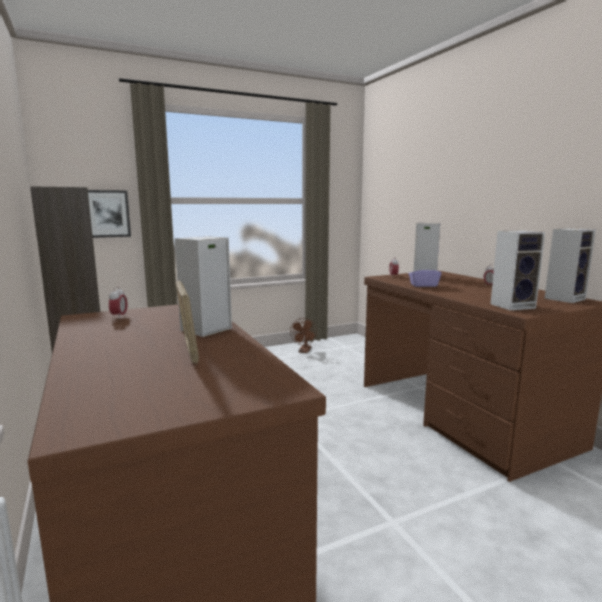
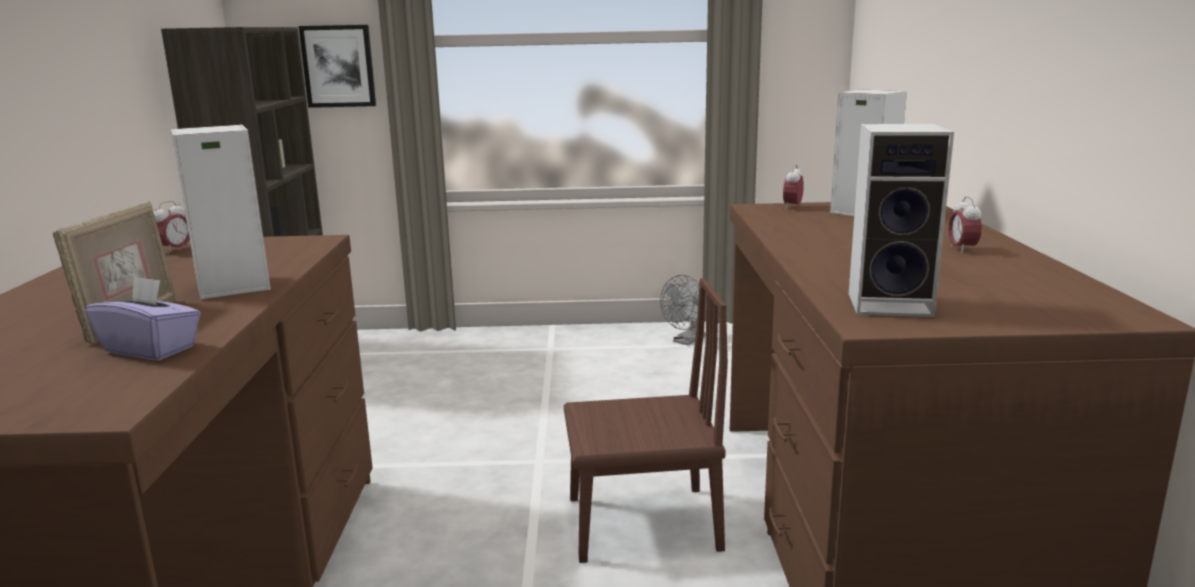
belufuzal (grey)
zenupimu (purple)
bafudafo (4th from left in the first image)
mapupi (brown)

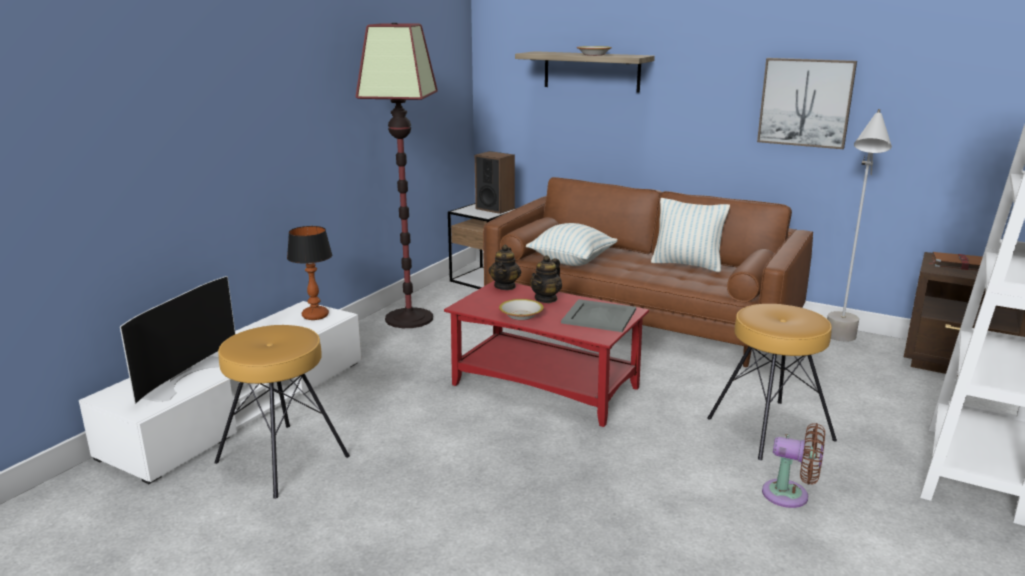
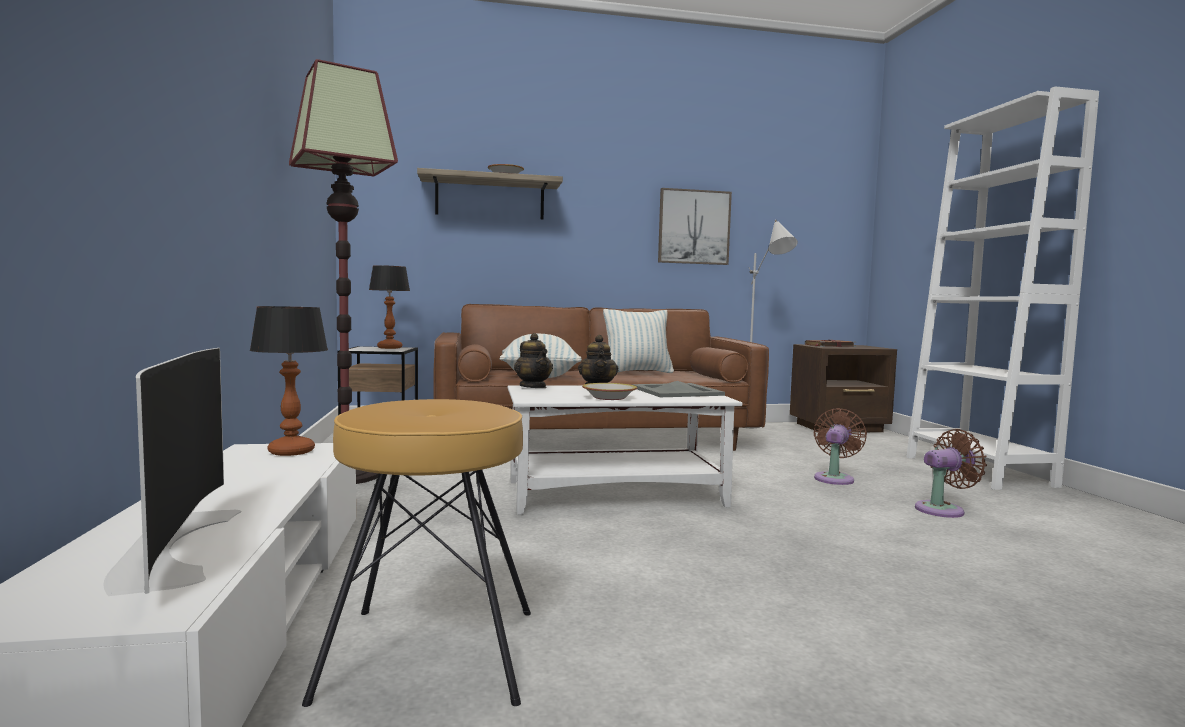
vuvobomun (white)
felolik (2nd from left)
belufuzal (brown) (1st from left)

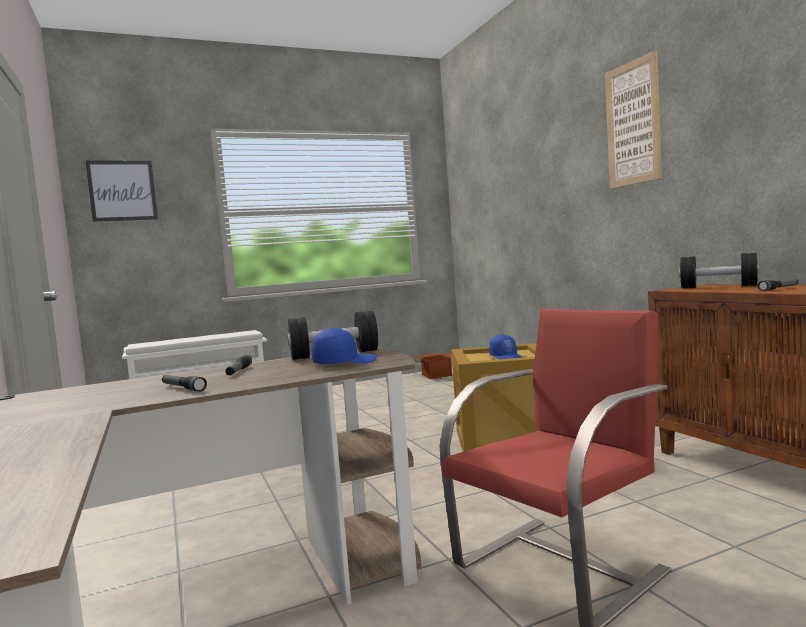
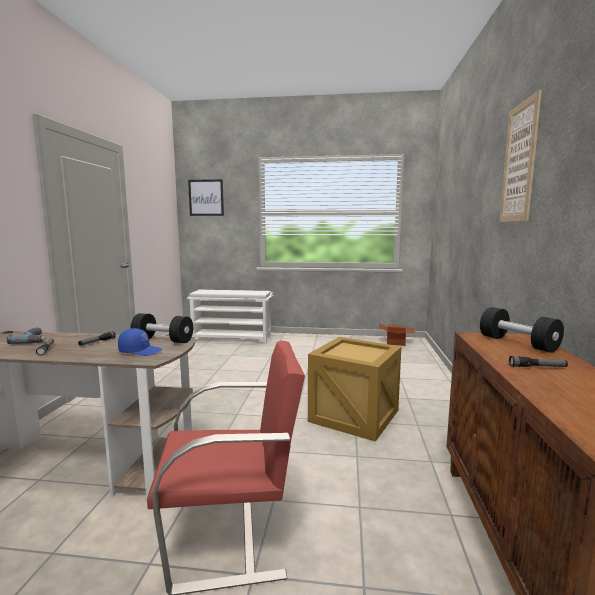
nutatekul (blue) (2nd from left in the first image)
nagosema

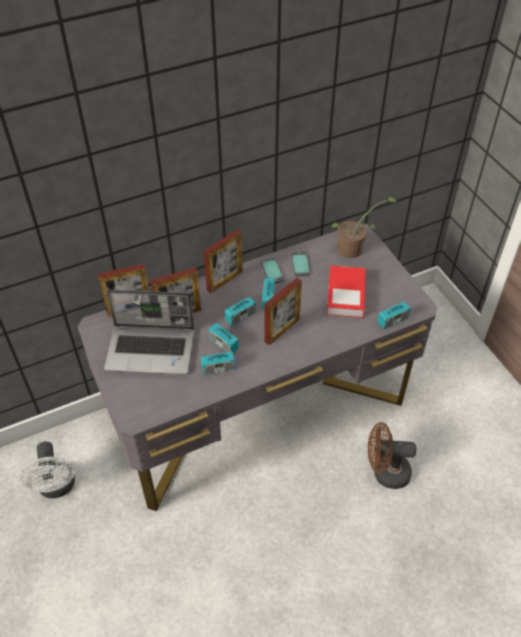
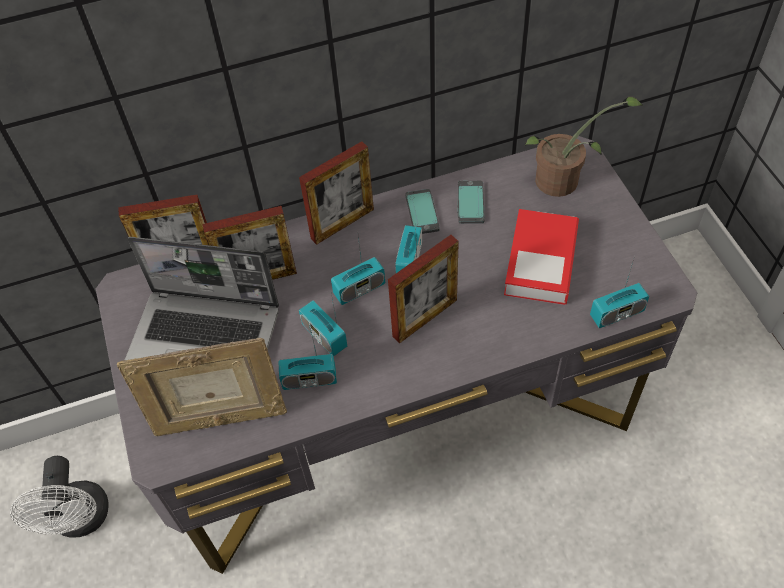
belufuzal (brown)
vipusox (2nd from left)

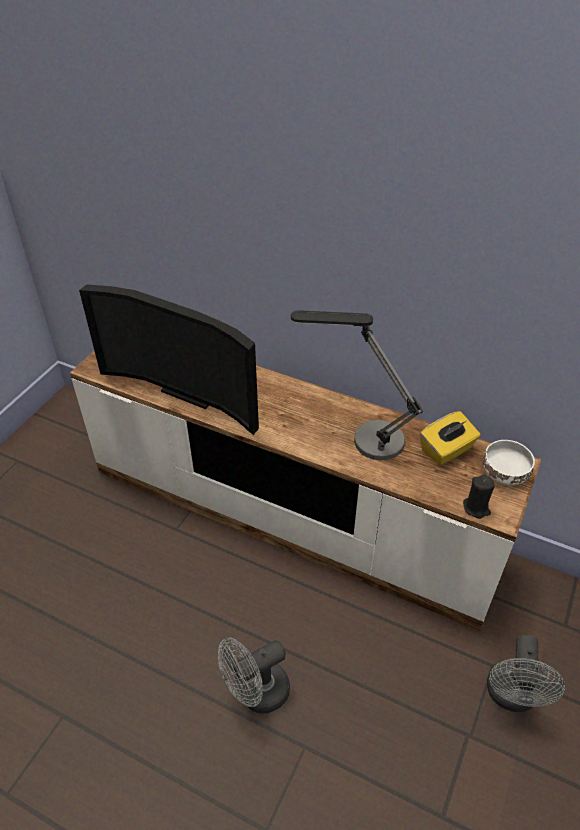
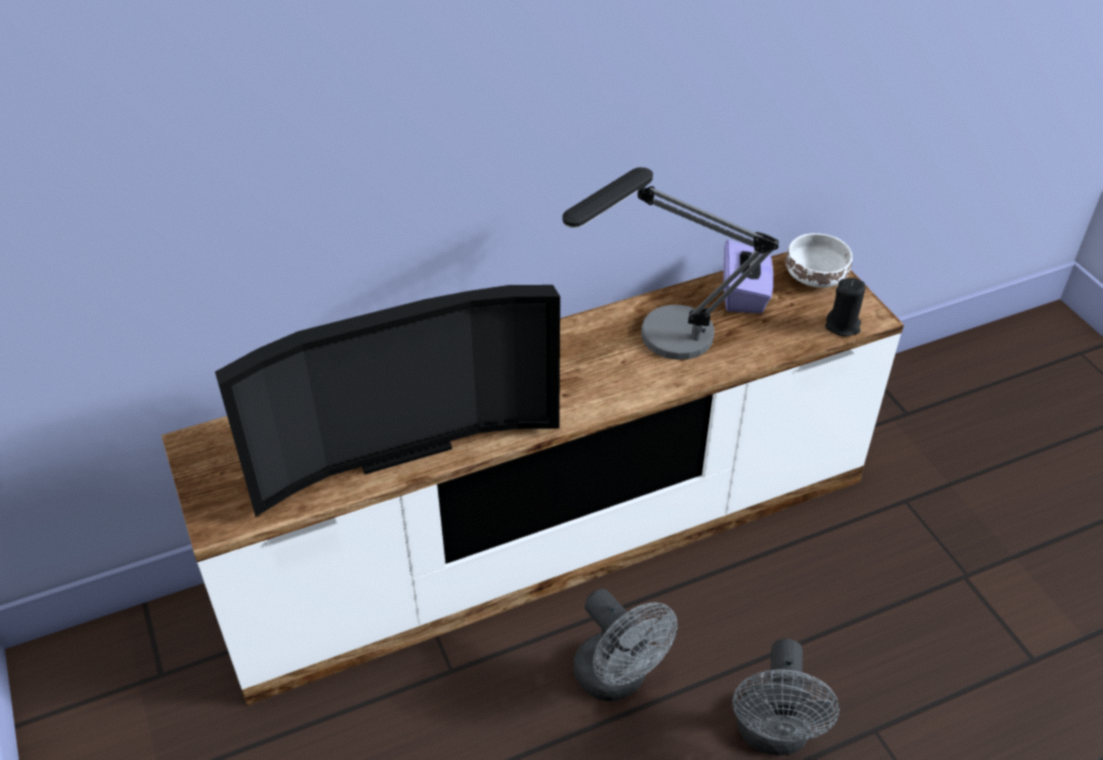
zenupimu (purple)
belufuzal (grey) (1st from left)

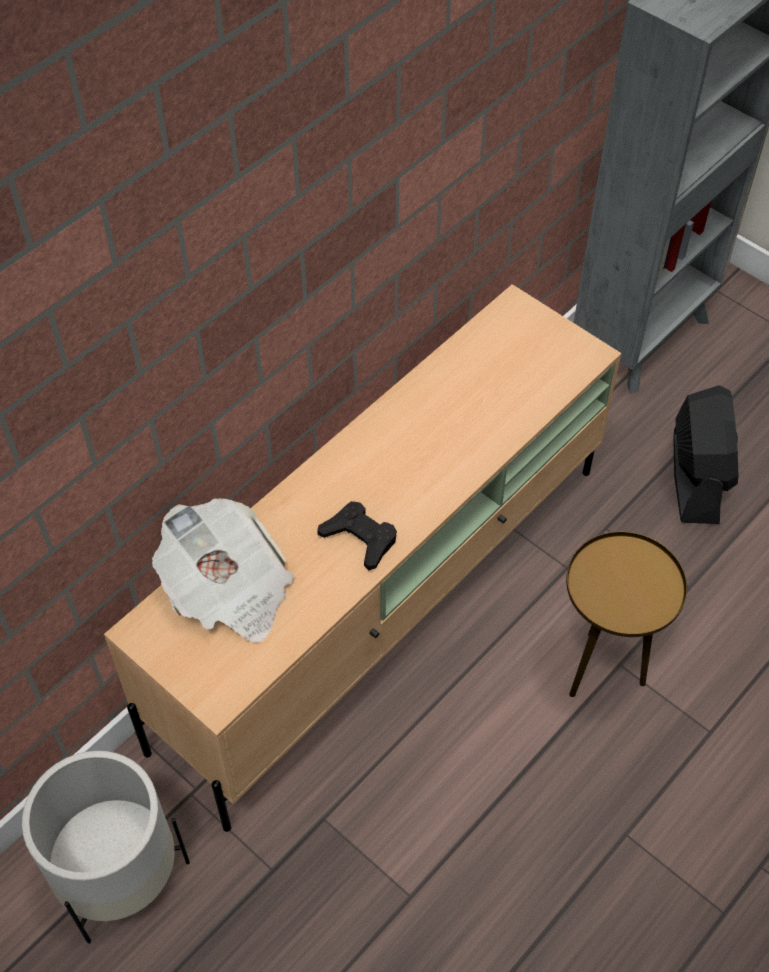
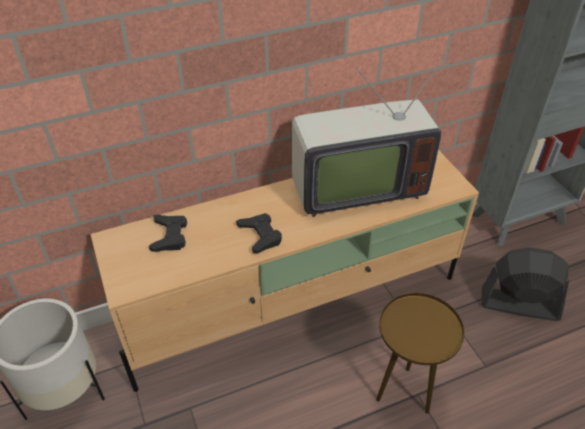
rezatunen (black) (1st from left)
belufuzal (black)
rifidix

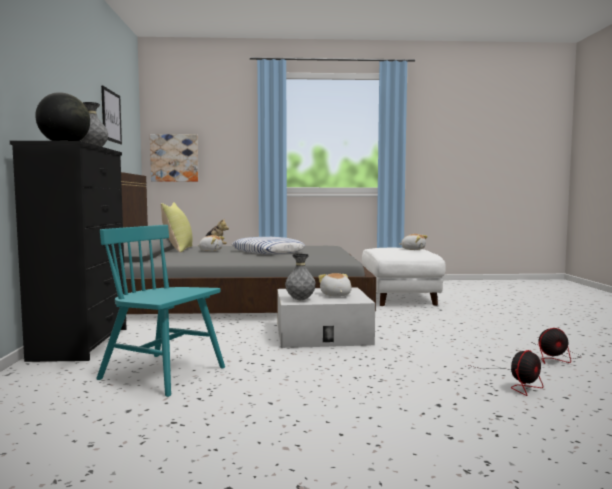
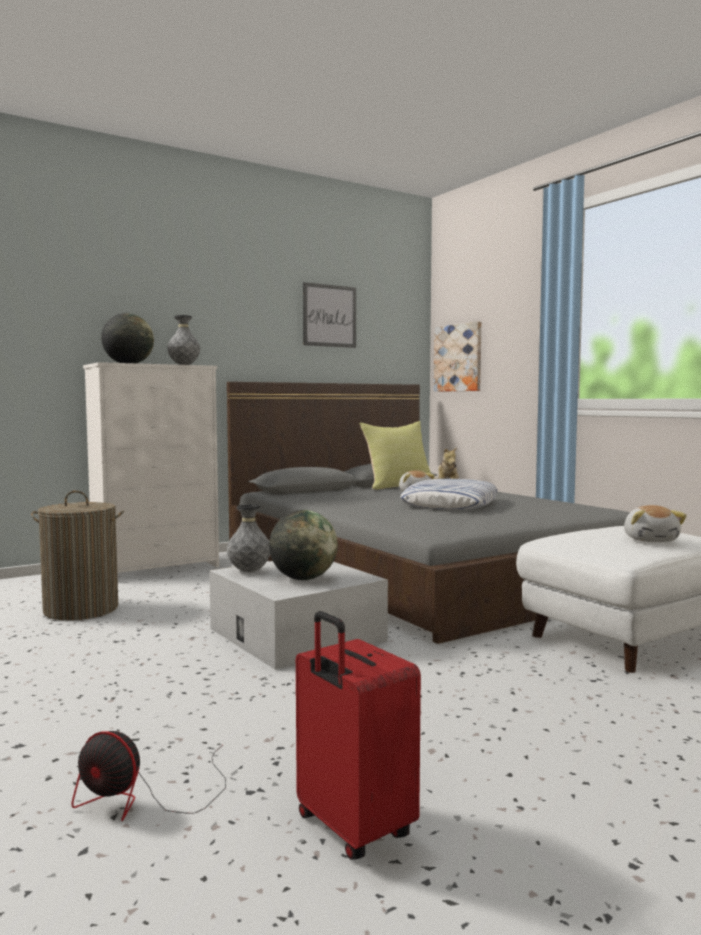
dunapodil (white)
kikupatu
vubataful (2nd from left)
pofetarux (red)

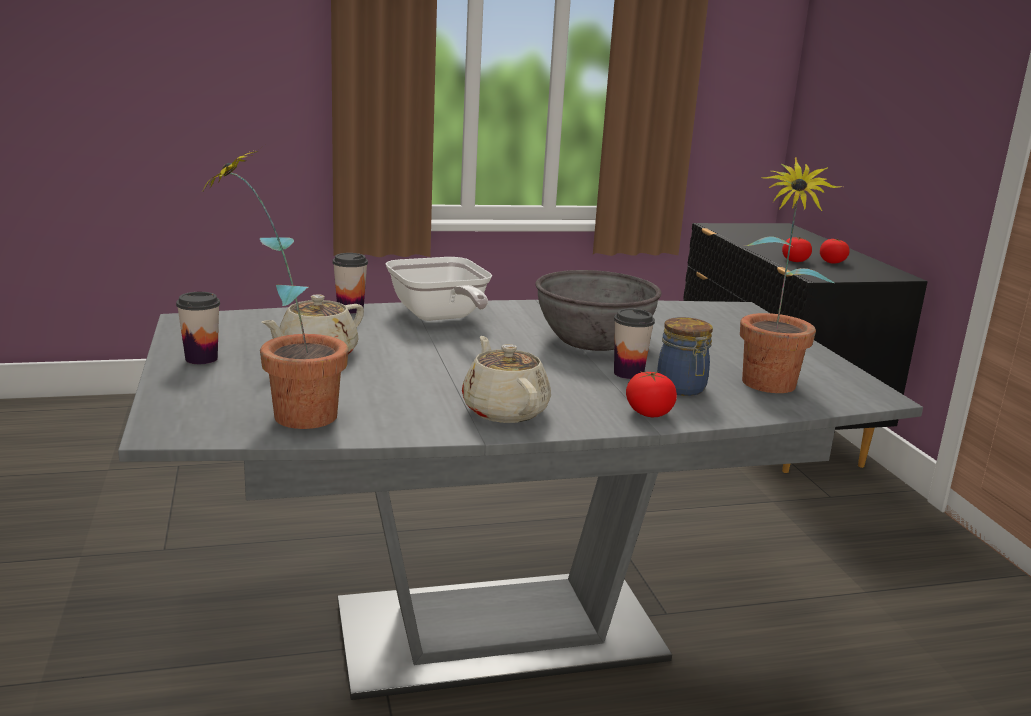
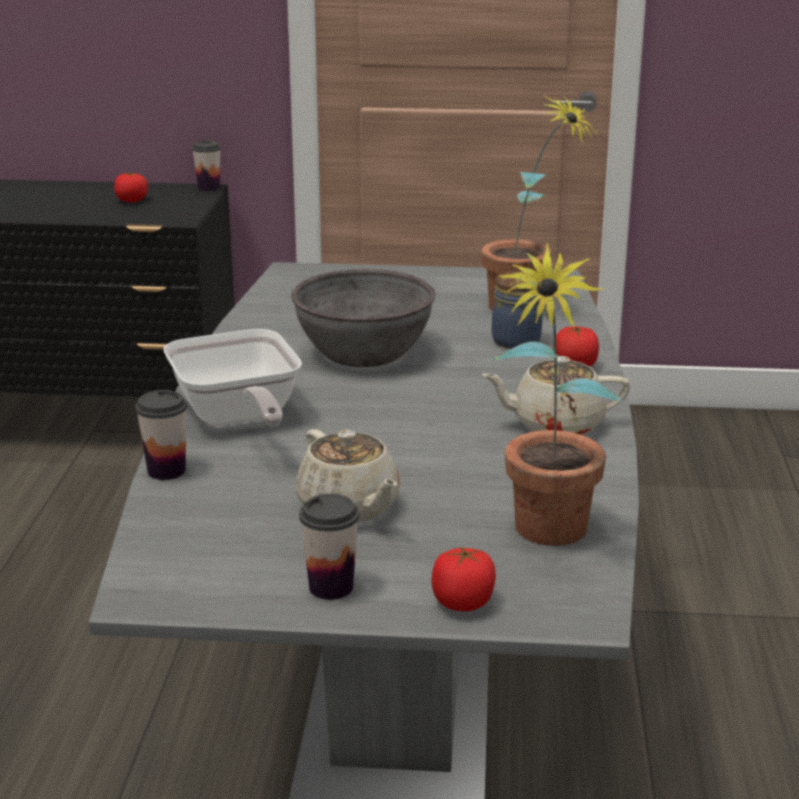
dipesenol
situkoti (2nd from left)
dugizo (2nd from left)

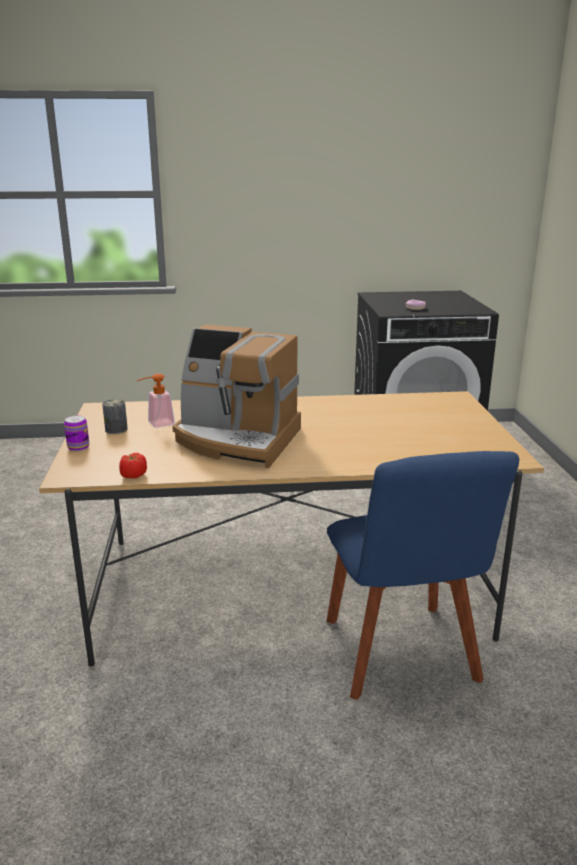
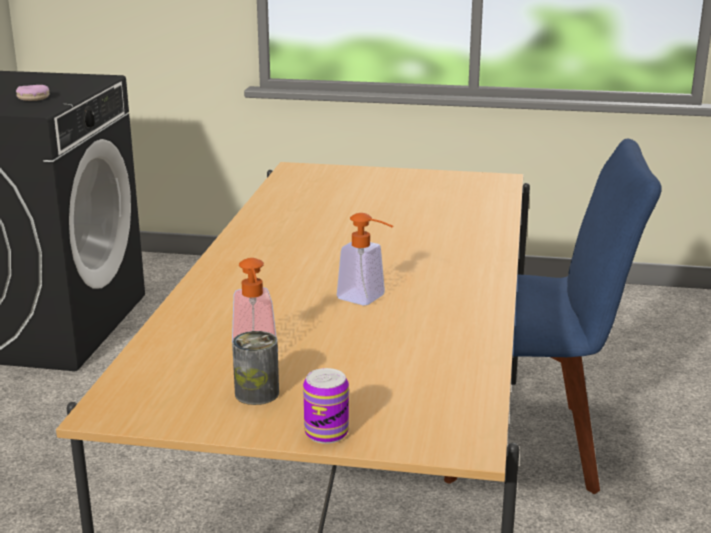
dugizo
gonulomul (2nd from left)

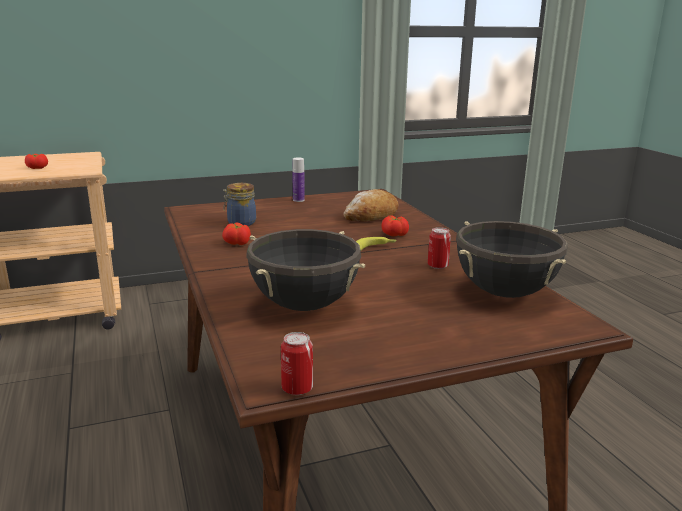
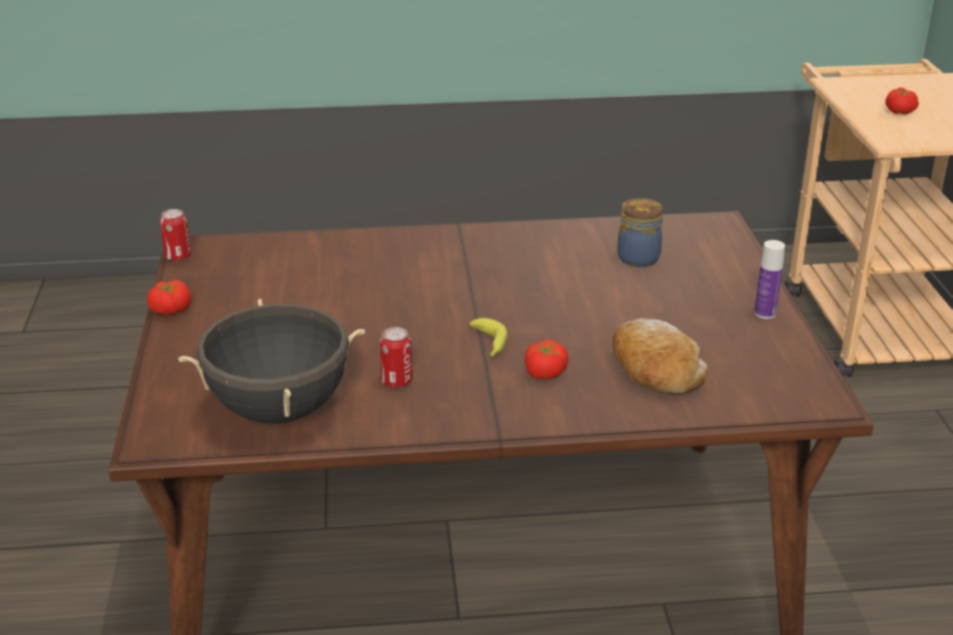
dugizo (1st from left)
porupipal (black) (1st from left in the first image)

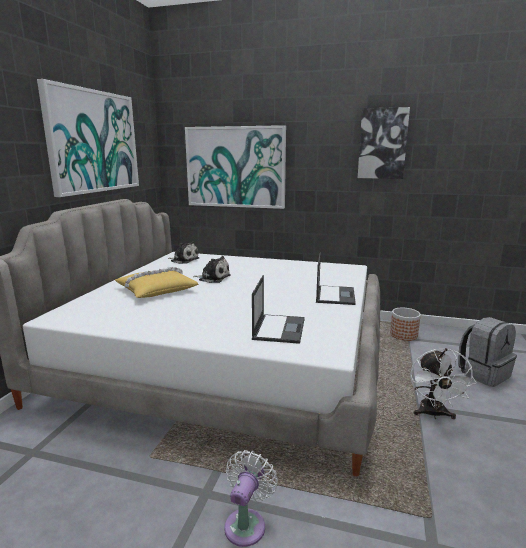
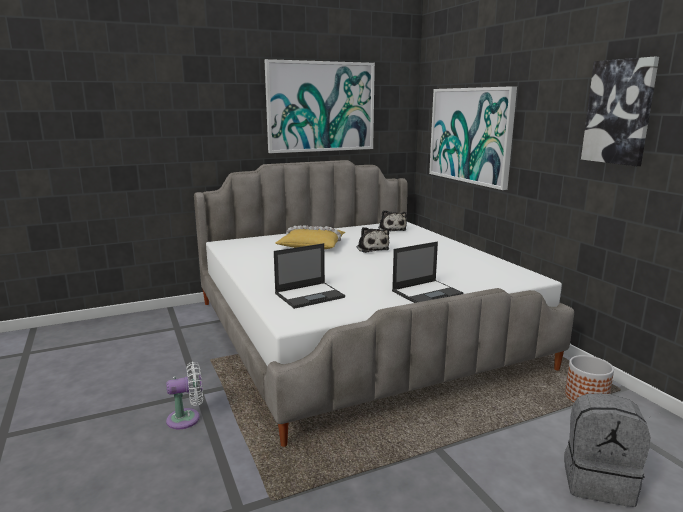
belufuzal (white) (2nd from left in the first image)

